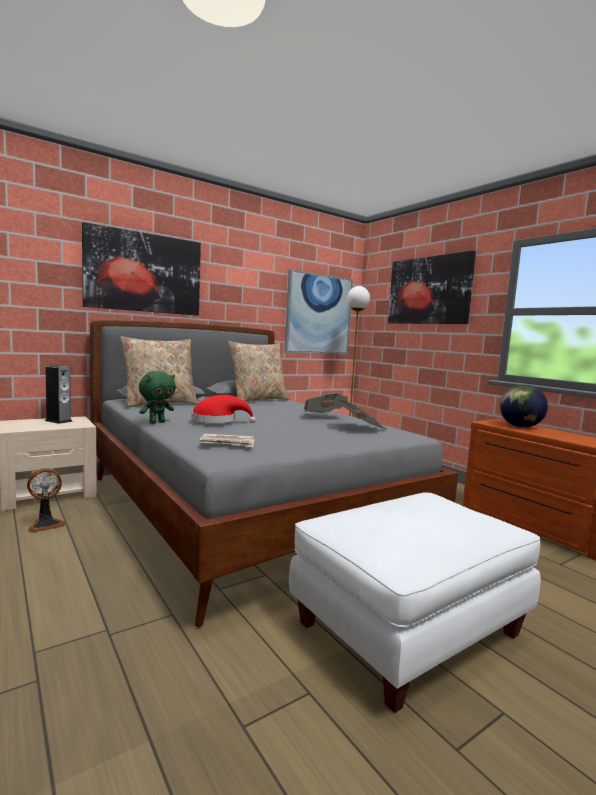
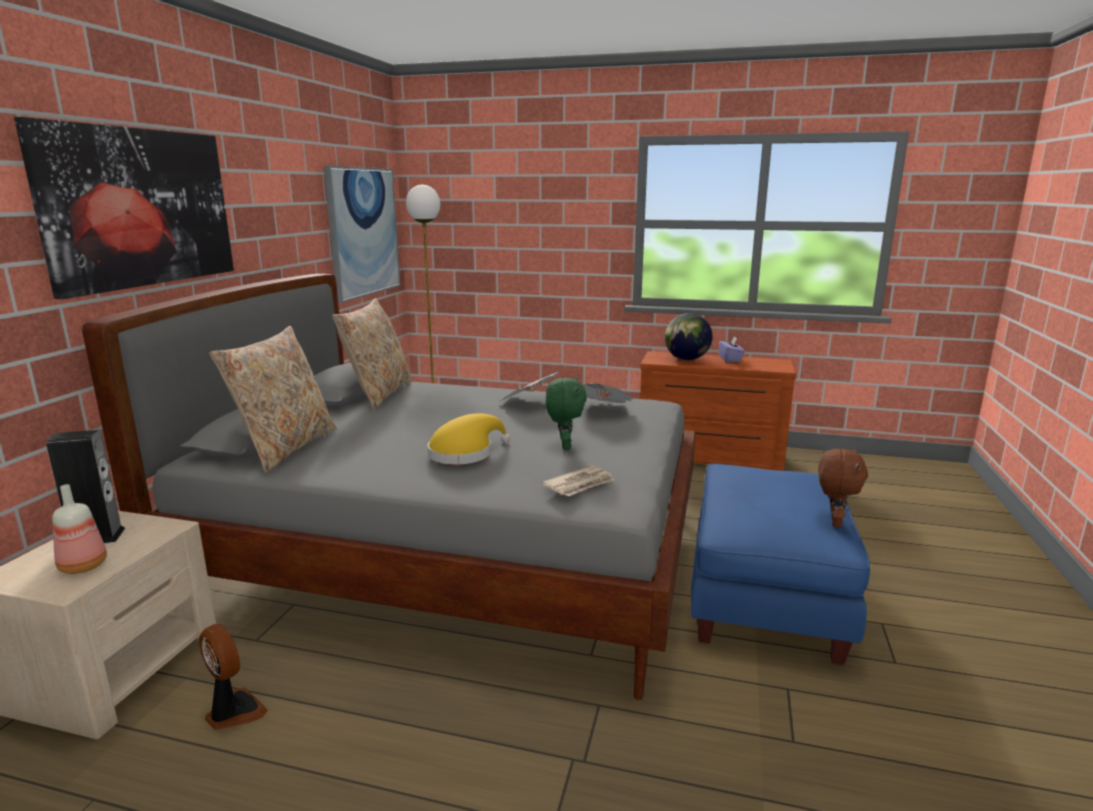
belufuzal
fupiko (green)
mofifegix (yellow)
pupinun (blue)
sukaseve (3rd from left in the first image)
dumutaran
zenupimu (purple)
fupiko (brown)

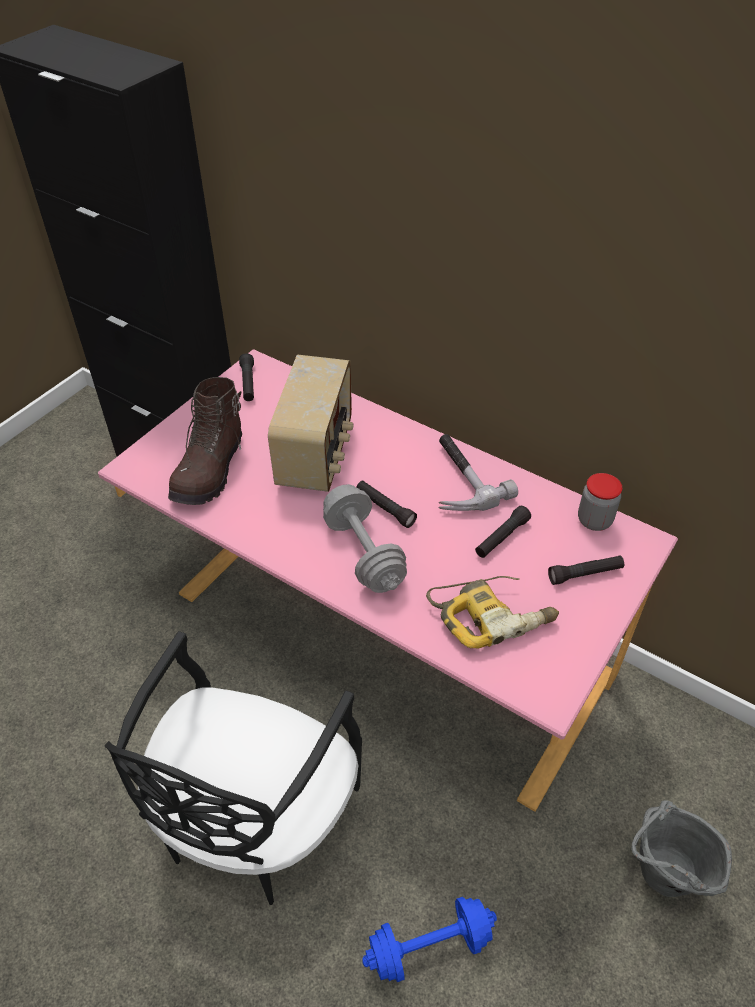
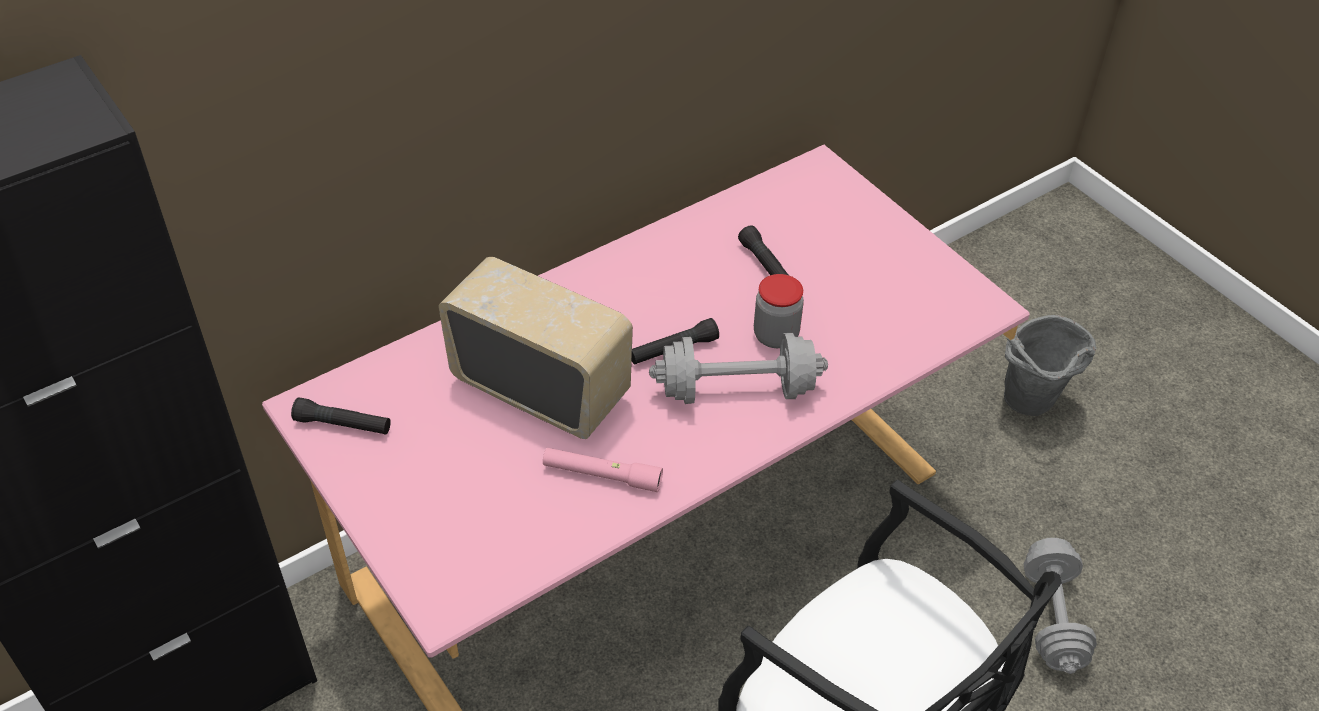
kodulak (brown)
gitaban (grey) (2nd from left)
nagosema
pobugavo
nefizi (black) (4th from left in the first image)
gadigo
nefizi (pink)

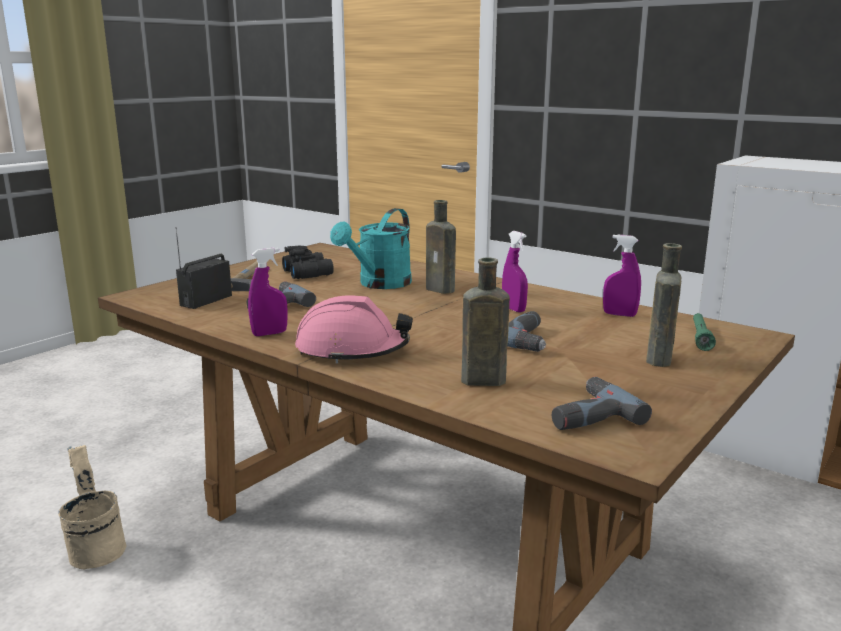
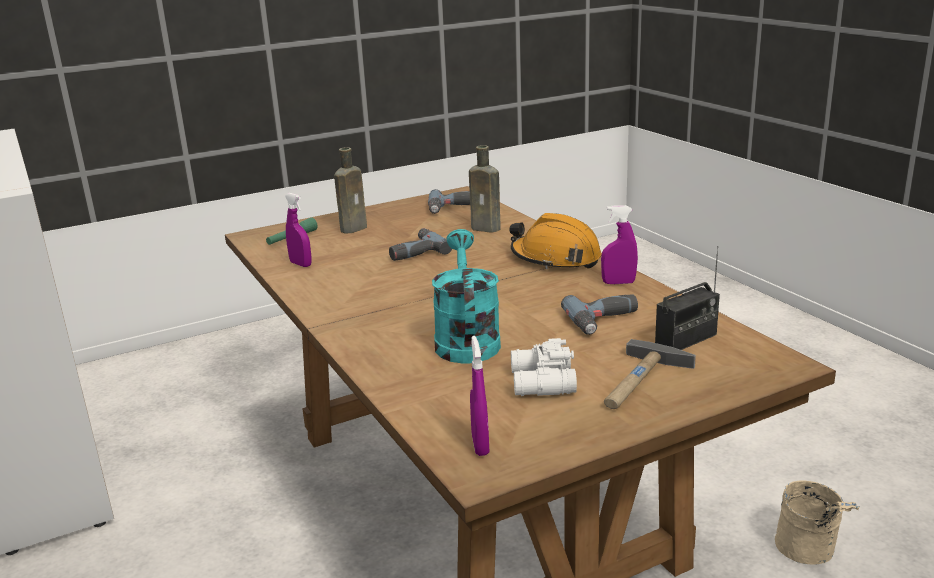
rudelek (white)
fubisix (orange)
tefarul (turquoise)
dumutaran (brown) (1st from left in the first image)
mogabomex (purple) (2nd from left)

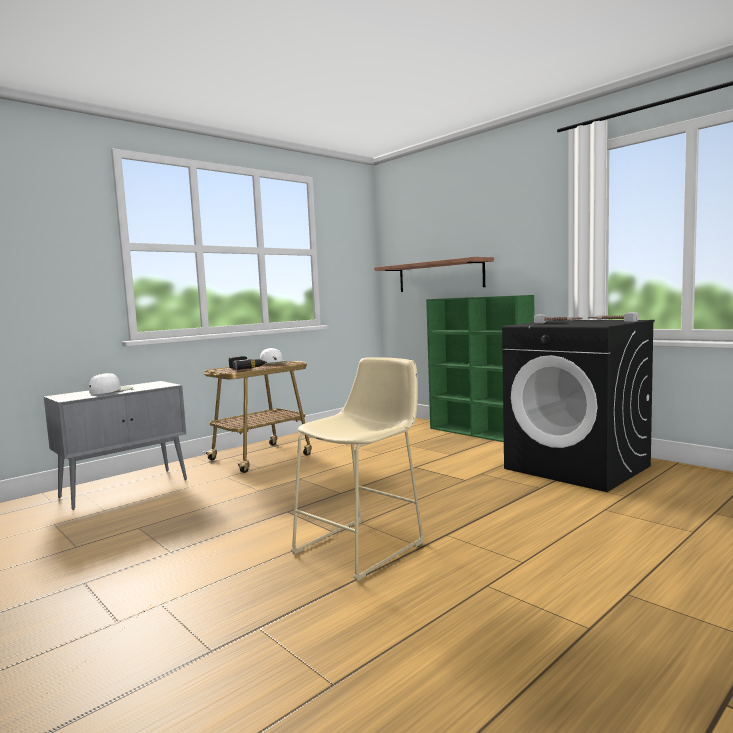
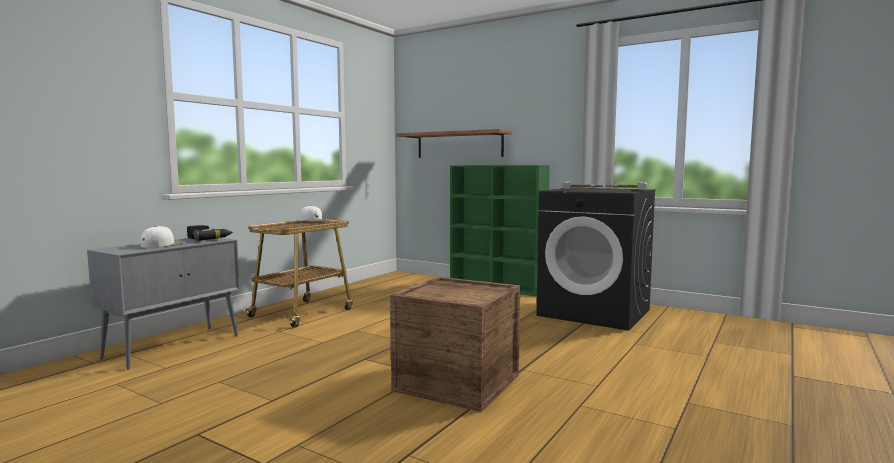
nagosema
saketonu

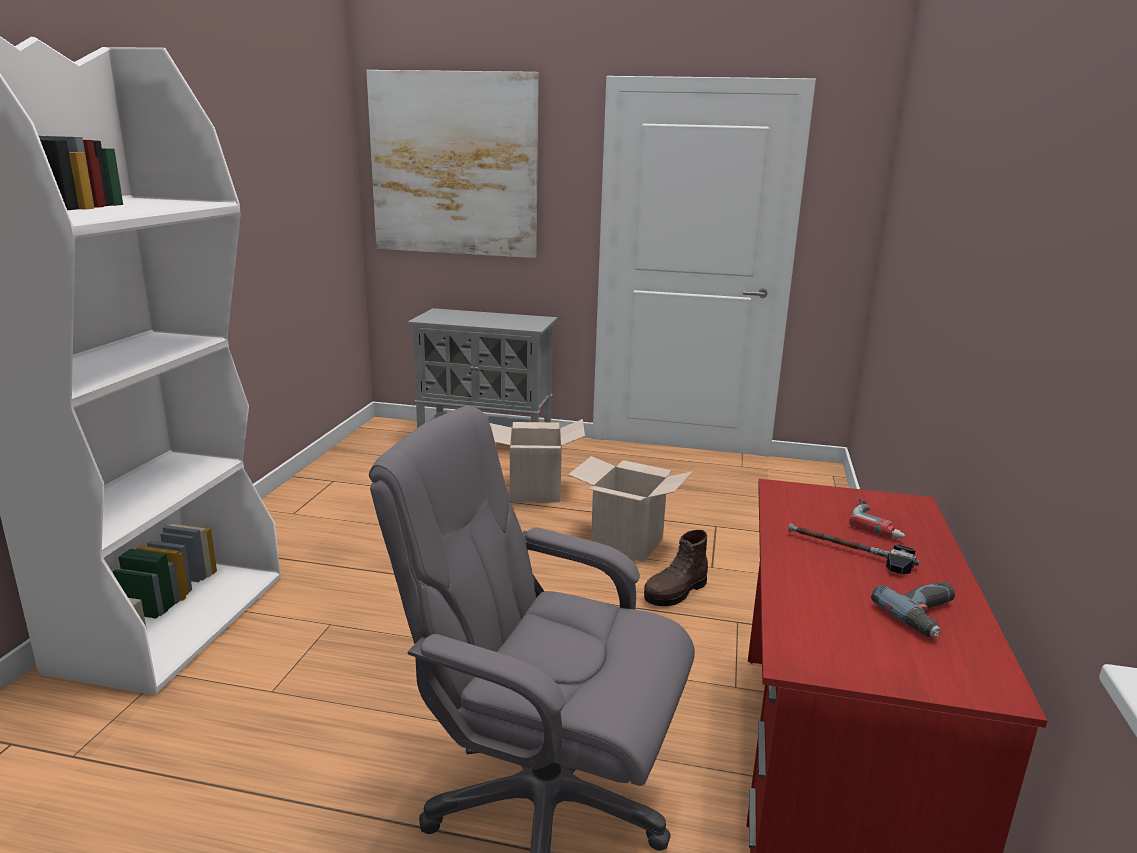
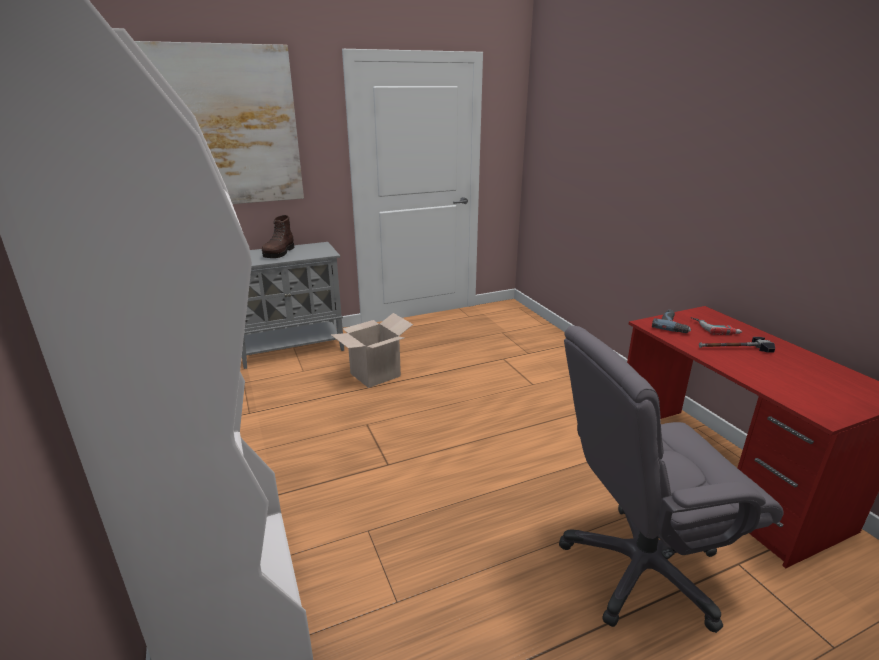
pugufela (2nd from left in the first image)
kodulak (brown)
nagosema (1st from left)

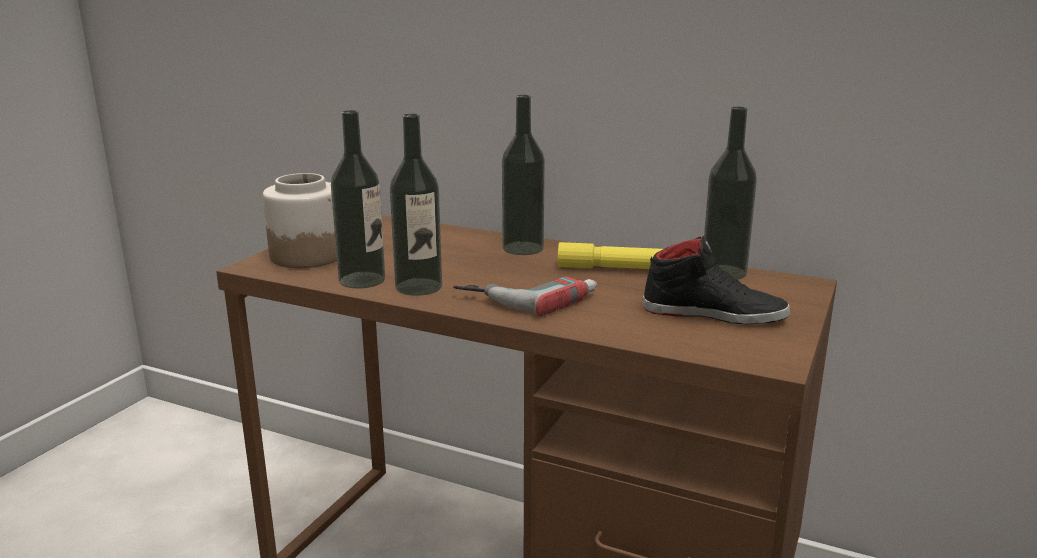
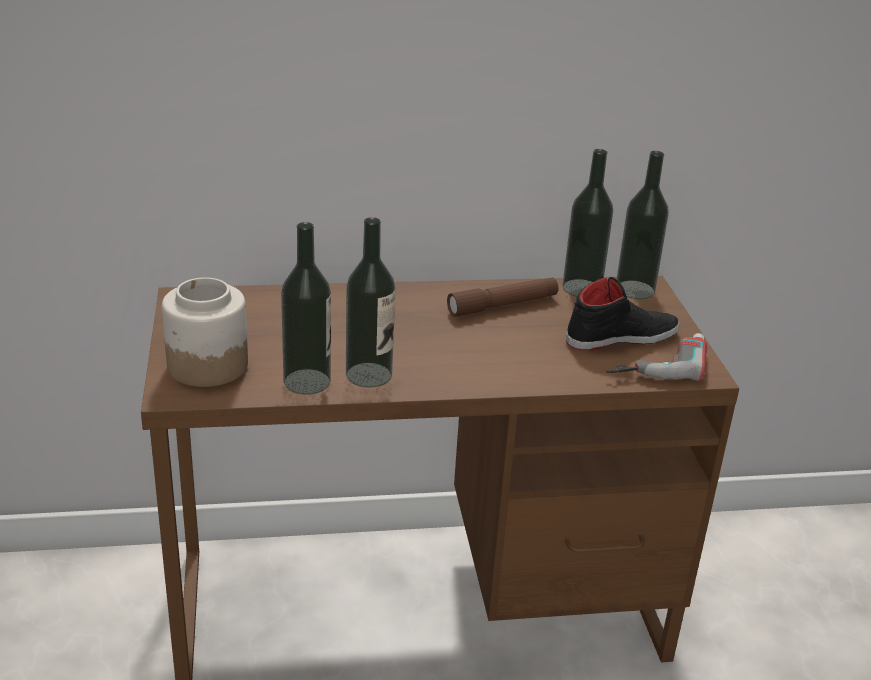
nagosema
dumutaran (4th from left)
nefizi (brown)

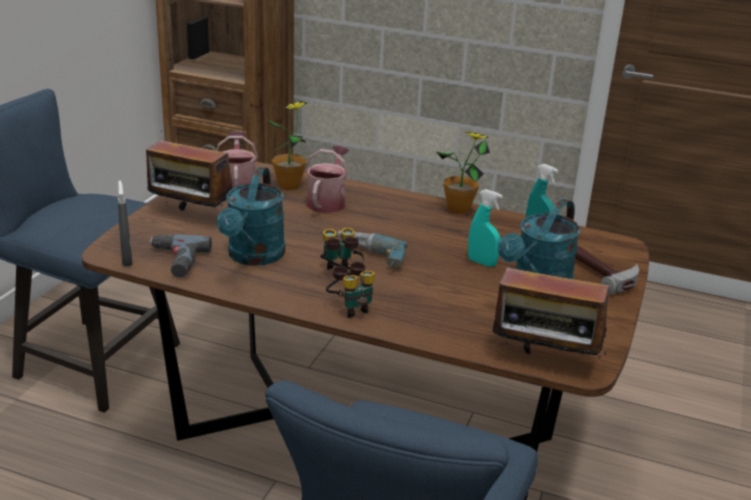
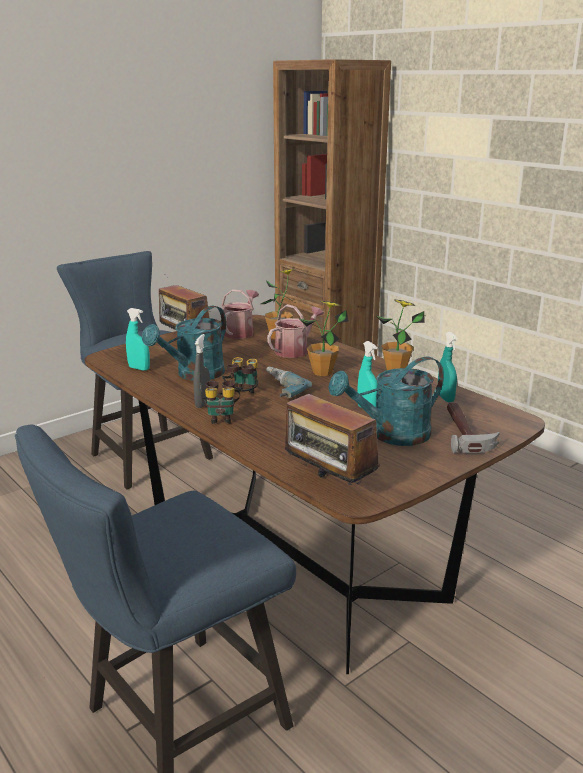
mogabomex (grey)
mogabomex (turquoise) (1st from left)
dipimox (2nd from left)

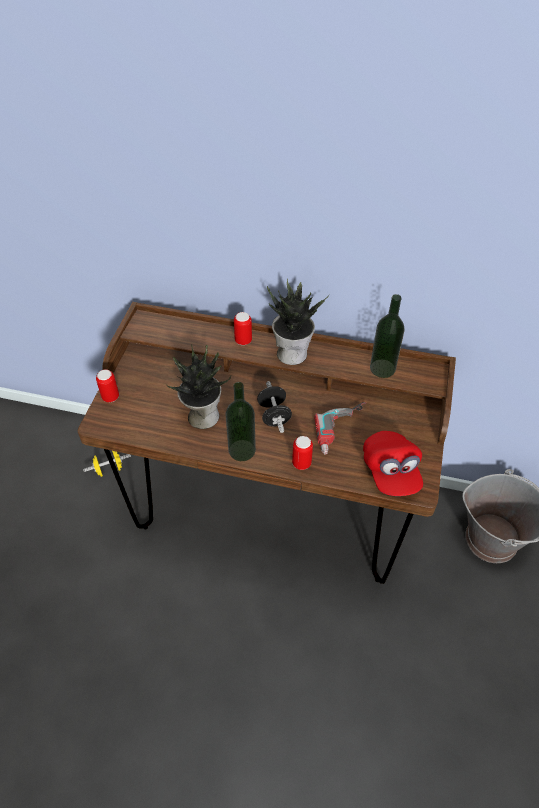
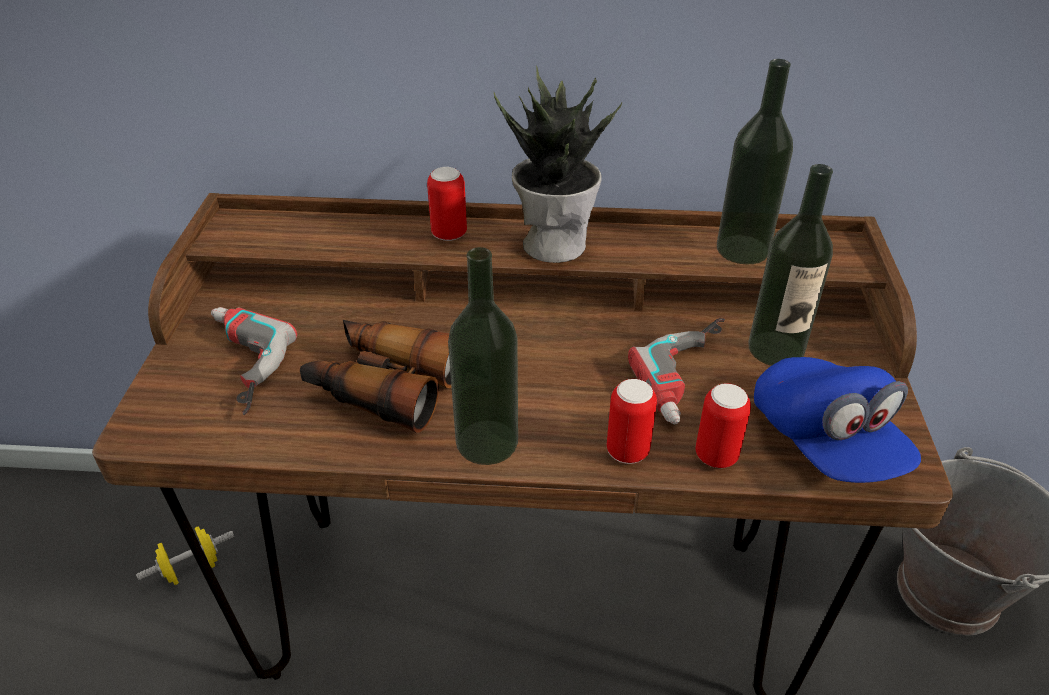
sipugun (3rd from left)
rudelek
gitaban (black)
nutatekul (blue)
nagosema (1st from left)
dumutaran (3rd from left)

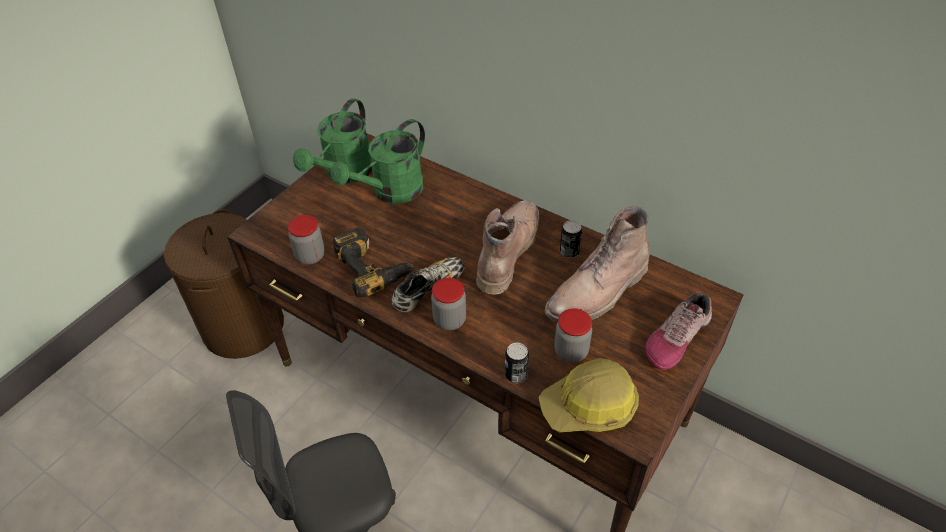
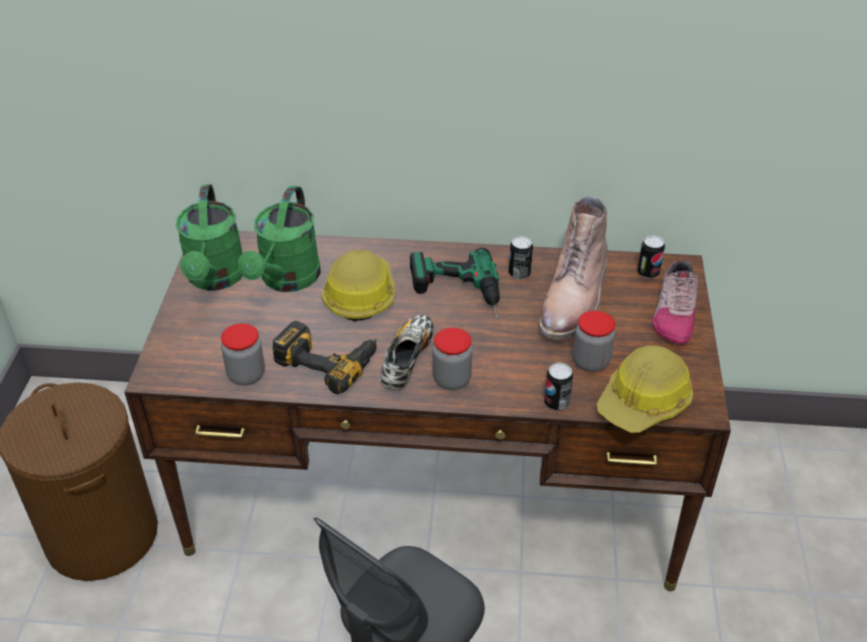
nagosema (2nd from left)
fubisix (1st from left)
sipugun (3rd from left)

